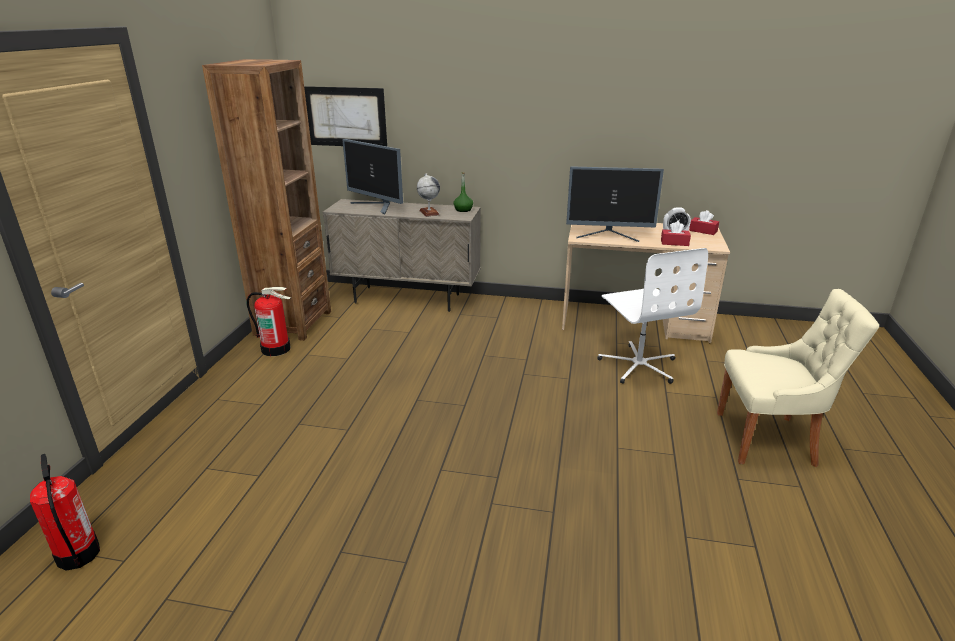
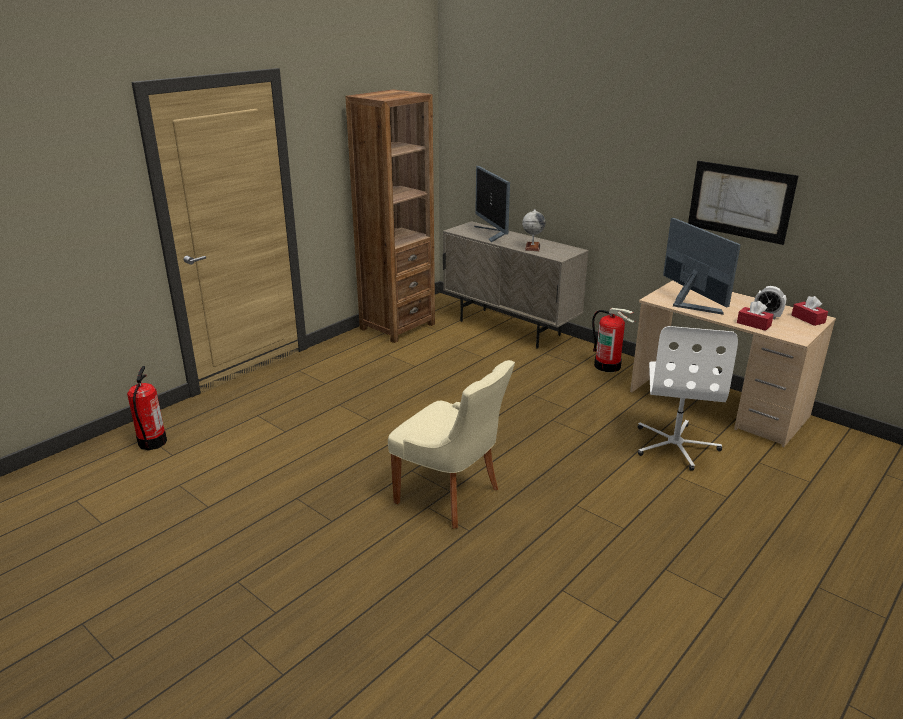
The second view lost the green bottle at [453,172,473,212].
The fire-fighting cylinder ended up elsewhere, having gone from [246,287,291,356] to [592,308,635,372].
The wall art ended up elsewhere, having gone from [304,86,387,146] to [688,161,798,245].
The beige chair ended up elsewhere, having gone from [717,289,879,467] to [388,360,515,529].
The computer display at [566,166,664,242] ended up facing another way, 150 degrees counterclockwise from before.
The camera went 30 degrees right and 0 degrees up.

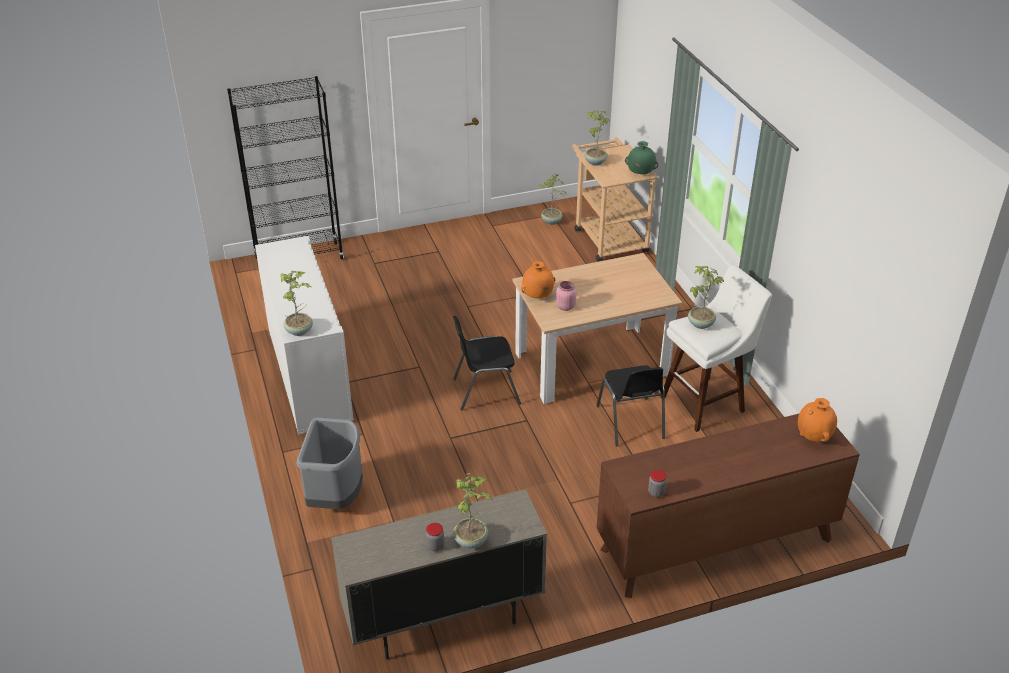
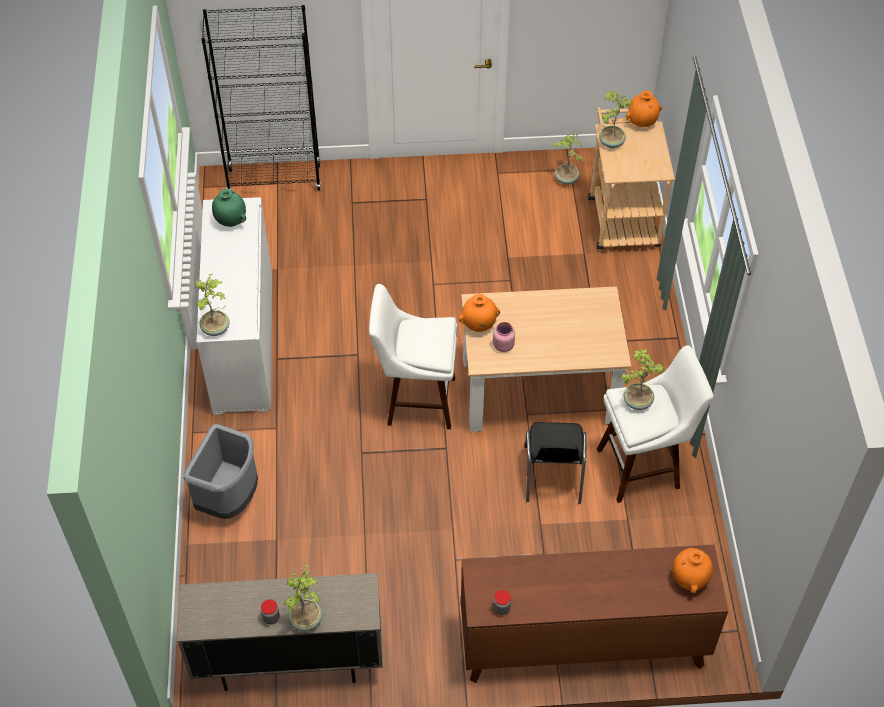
The second view gained the orange-coloured vase at [626,90,662,128].
The green vase ended up elsewhere, having gone from [625,141,658,174] to [212,189,246,227].
Where the black-coloured chair stood at [453,316,521,410], the whitish stool seat came to stand at [369,284,457,429].
The camera went 15 degrees right and 15 degrees up.

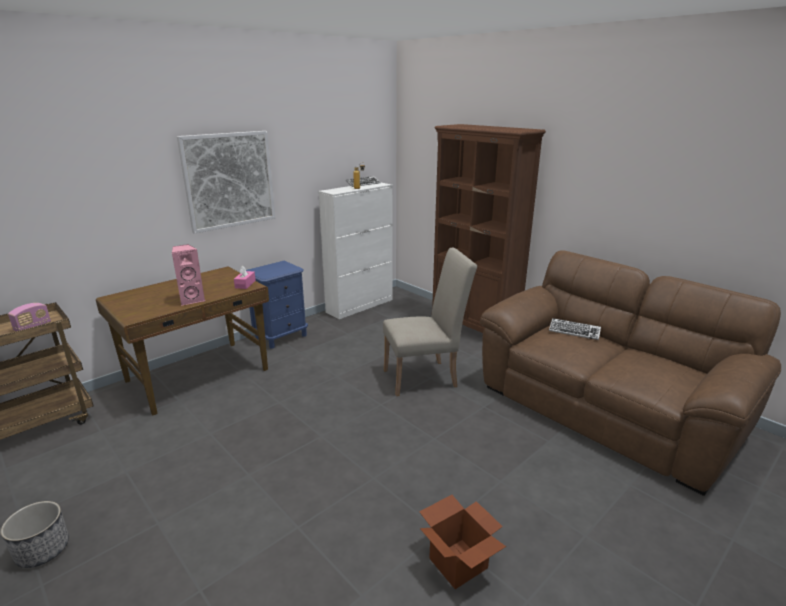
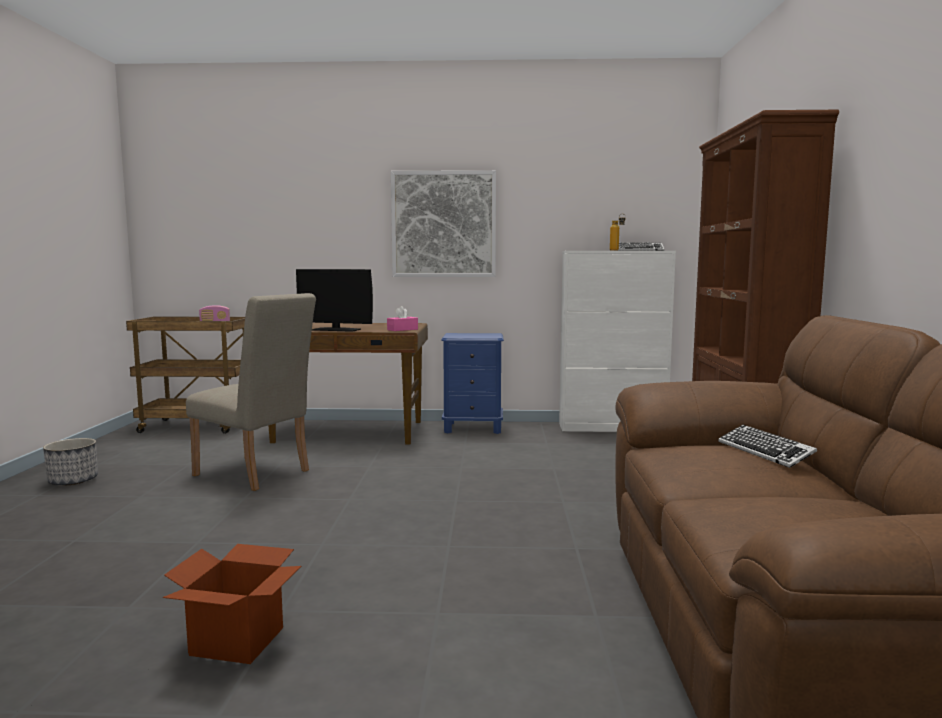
The beige chair ended up elsewhere, having gone from [383,248,477,396] to [186,293,316,491].
Where the pinkish audio speaker stood at [172,244,205,306], the computer display came to stand at [296,269,373,332].
The camera went 45 degrees right and 15 degrees down.

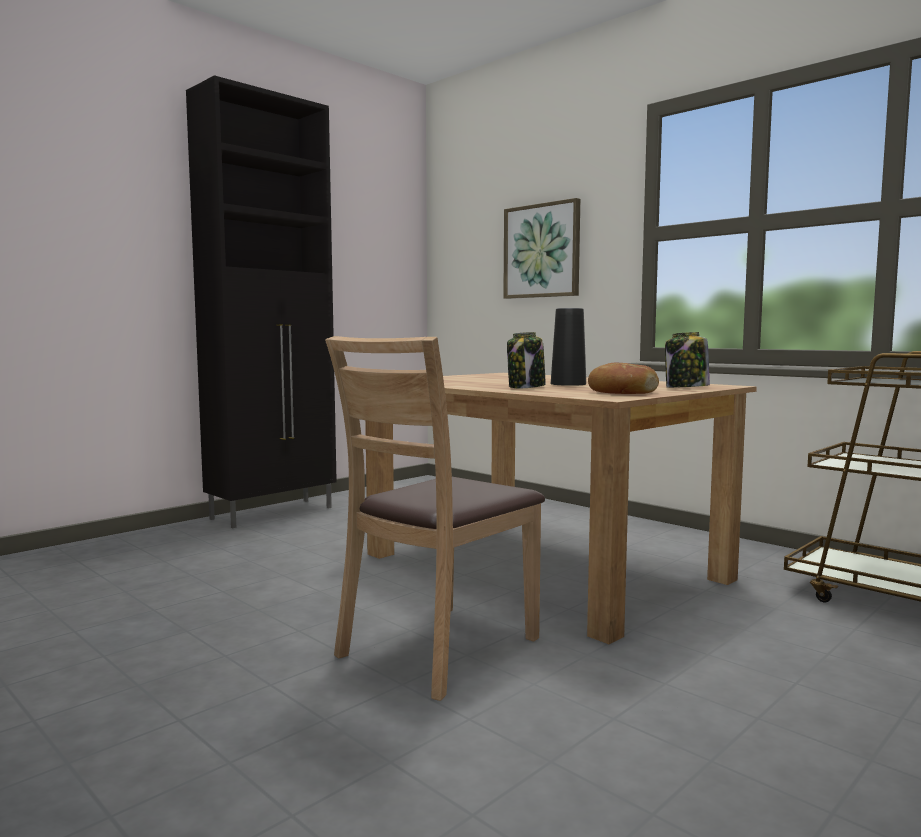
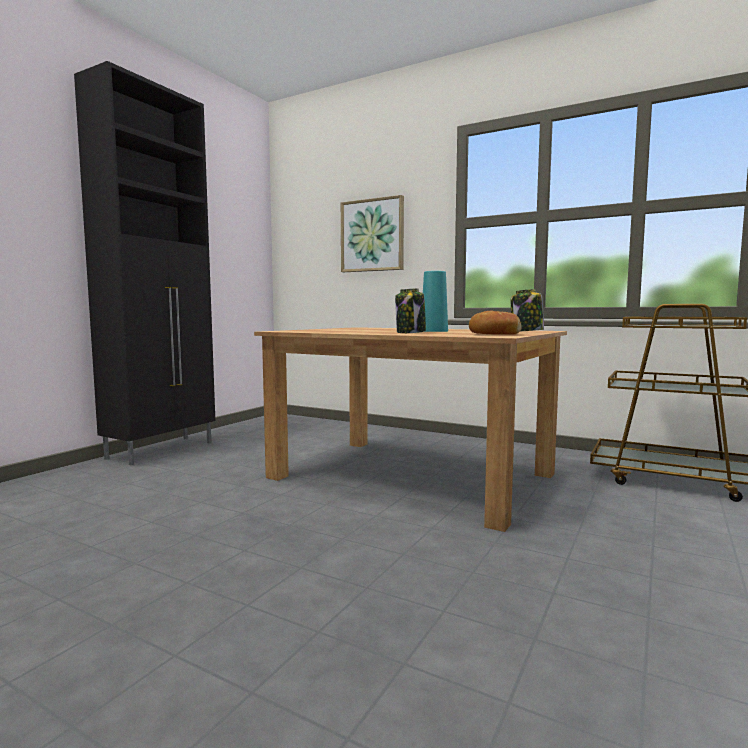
The second view lost the brown chair at [325,336,545,701].
What was the black-coloured vase at [551,308,586,386] turned into the turquoise-coloured vase at [423,271,448,332].
The camera went 15 degrees left and 0 degrees up.

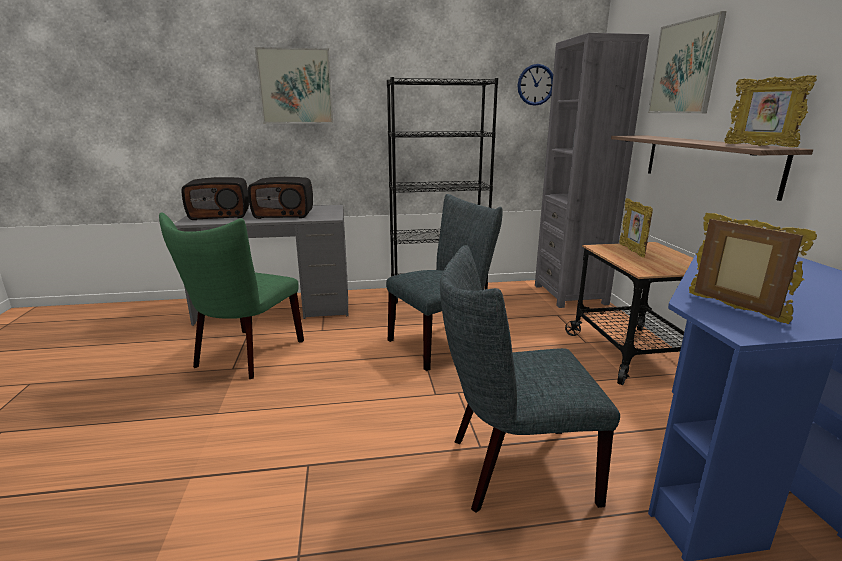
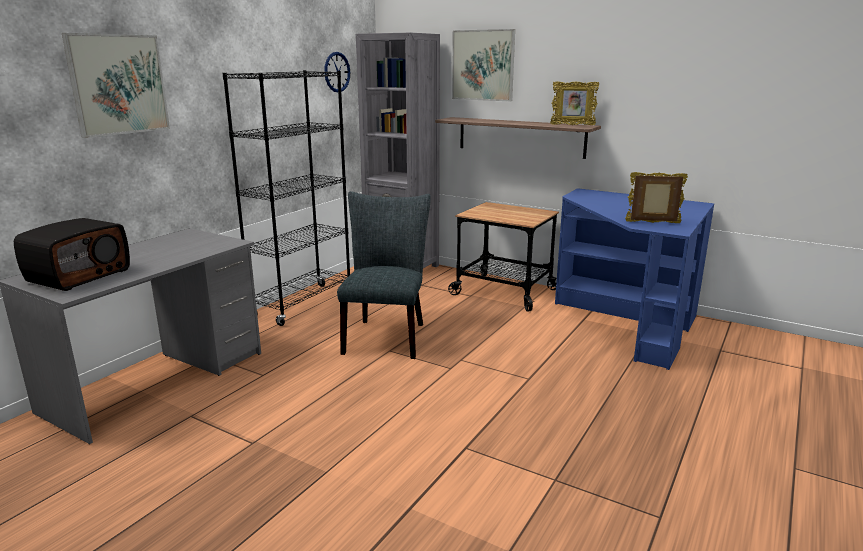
The second view lost the green chair at [159,213,304,379].
The second view lost the radio at [248,177,313,219].
The second view lost the grey chair at [440,245,620,513].
The second view lost the standing frame at [619,198,653,258].
The camera went 50 degrees left and 0 degrees up.

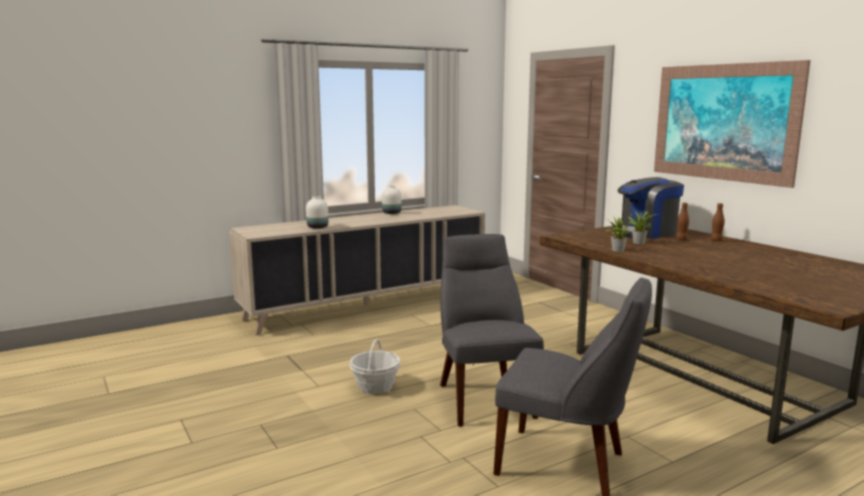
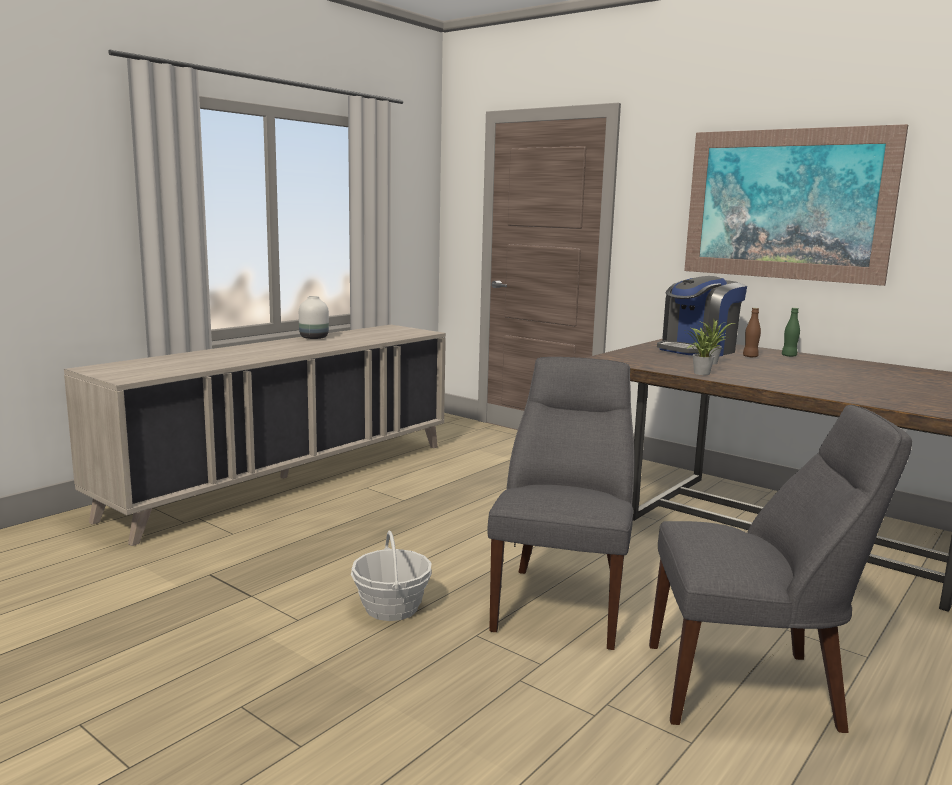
The second view lost the whitish vase at [306,196,329,229].
What was the brown bottle at [710,203,725,241] turned into the green bottle at [782,308,800,357].
The grey chair at [440,234,544,427] ended up facing another way, 45 degrees clockwise from before.
The camera went 20 degrees left and 0 degrees up.

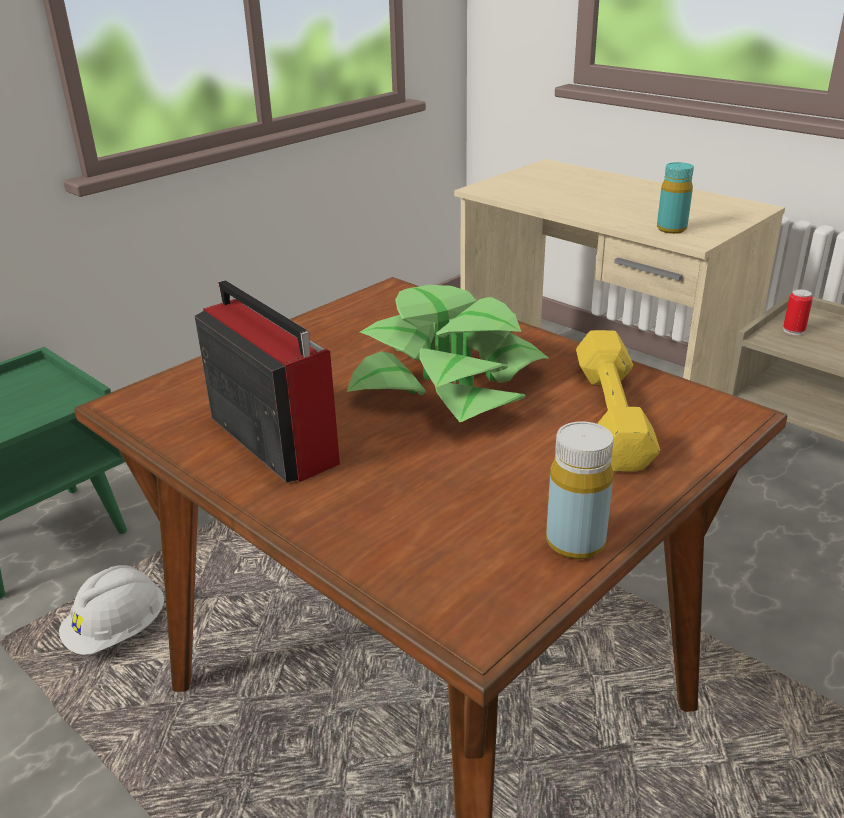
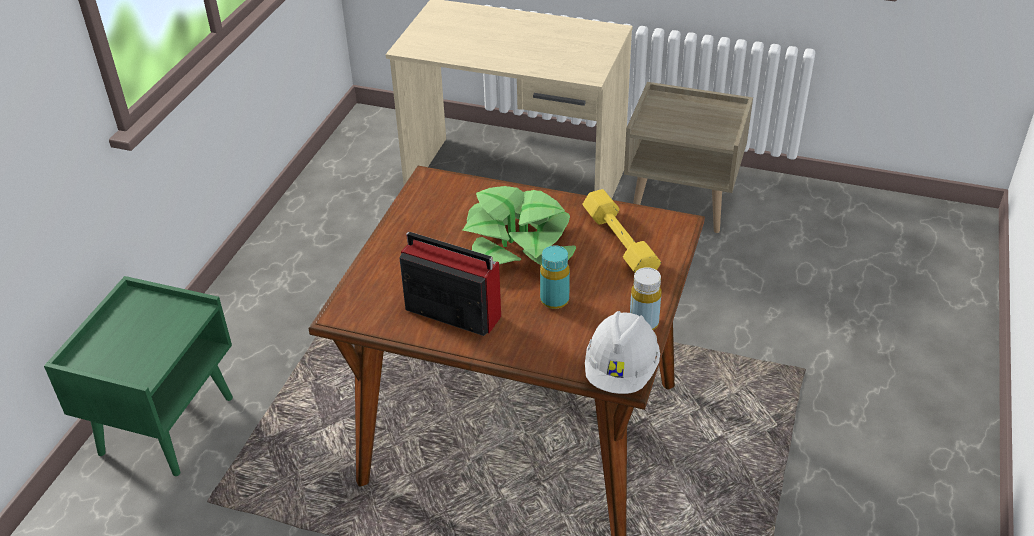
The second view lost the can at [783,289,813,335].
The whitish safety helmet ended up elsewhere, having gone from [59,565,164,655] to [585,311,660,394].
The turquoise-coloured bottle ended up elsewhere, having gone from [657,162,694,234] to [540,245,570,309].
The camera went 25 degrees left and 10 degrees up.

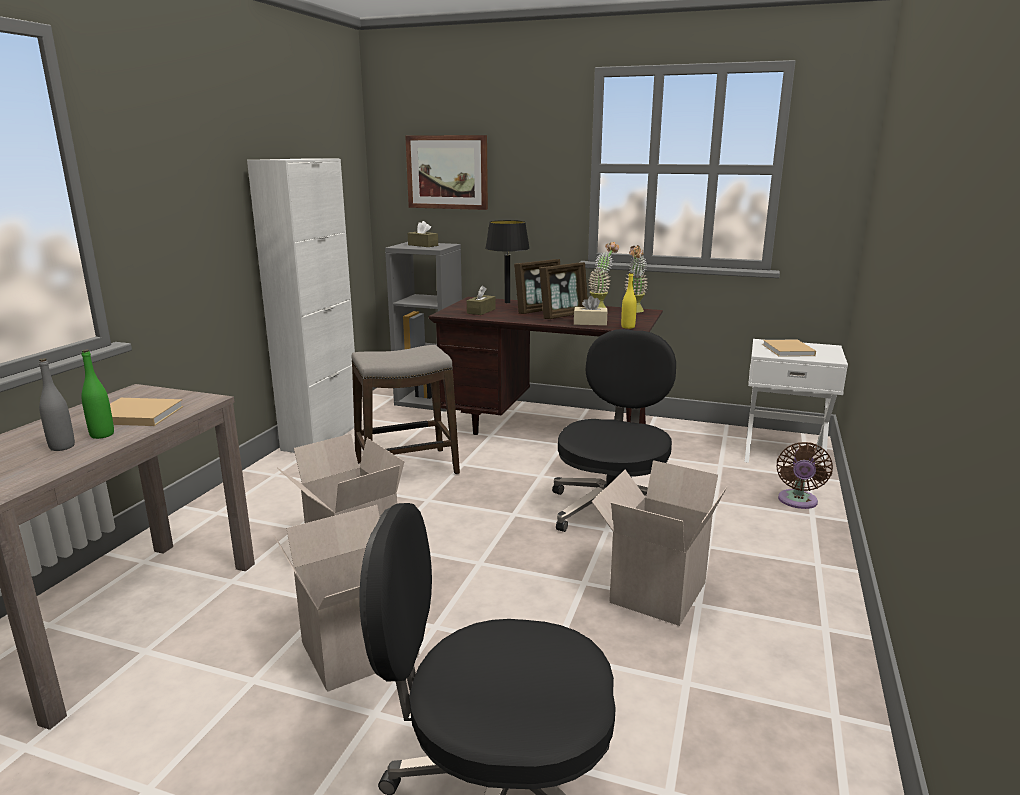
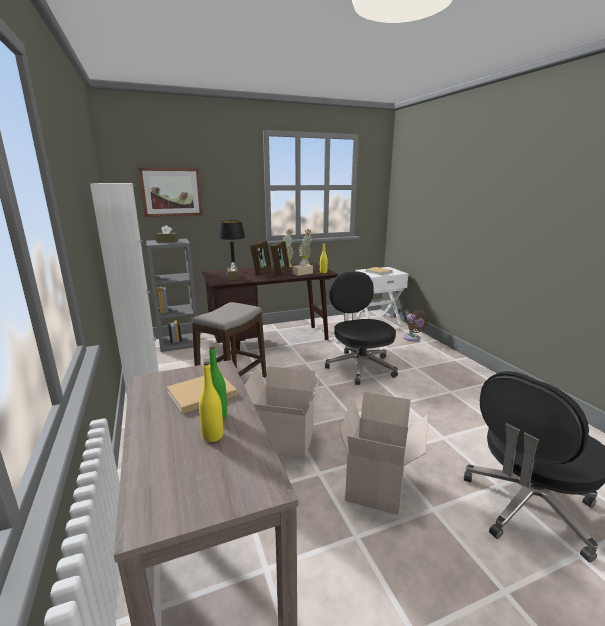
The second view lost the cardboard box at [591,460,728,626].
What was the grey bottle at [39,358,75,451] turned into the yellow-coloured bottle at [199,361,223,442].
The camera went 40 degrees left and 0 degrees up.

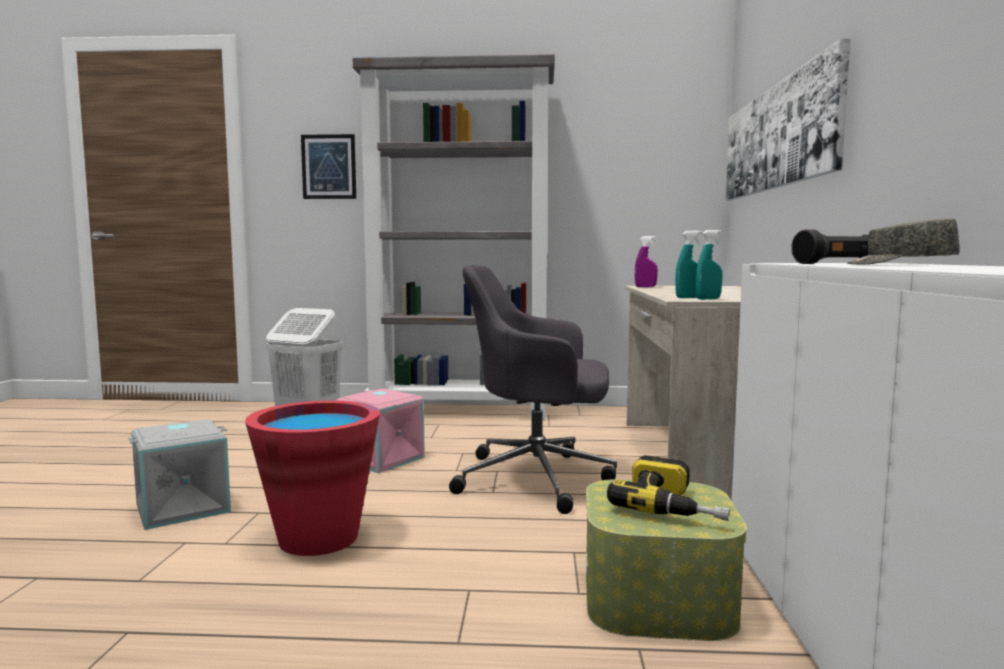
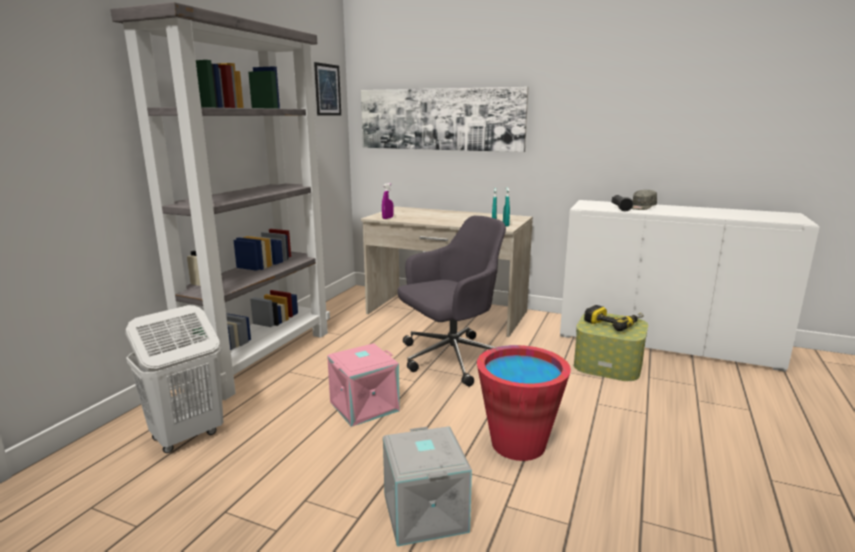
The wall art ended up elsewhere, having gone from [301,134,356,199] to [314,62,341,116].
The grey computer chair at [449,265,617,514] ended up facing another way, 150 degrees counterclockwise from before.
The camera went 70 degrees left and 10 degrees up.

